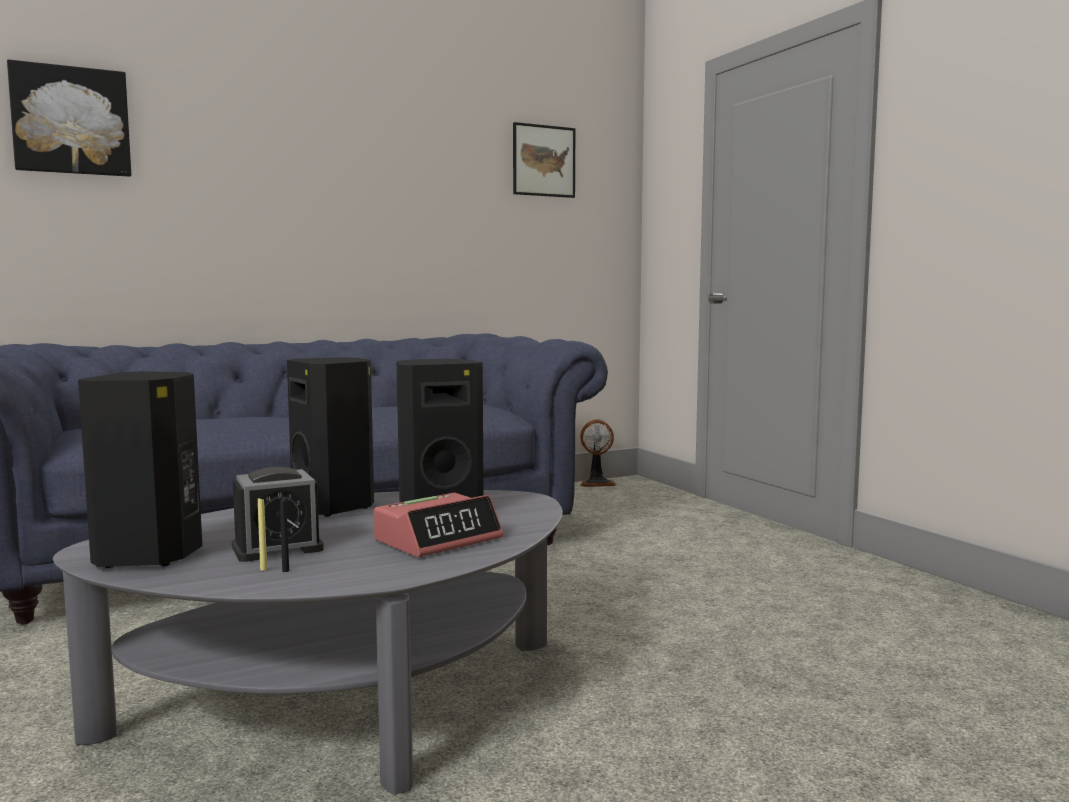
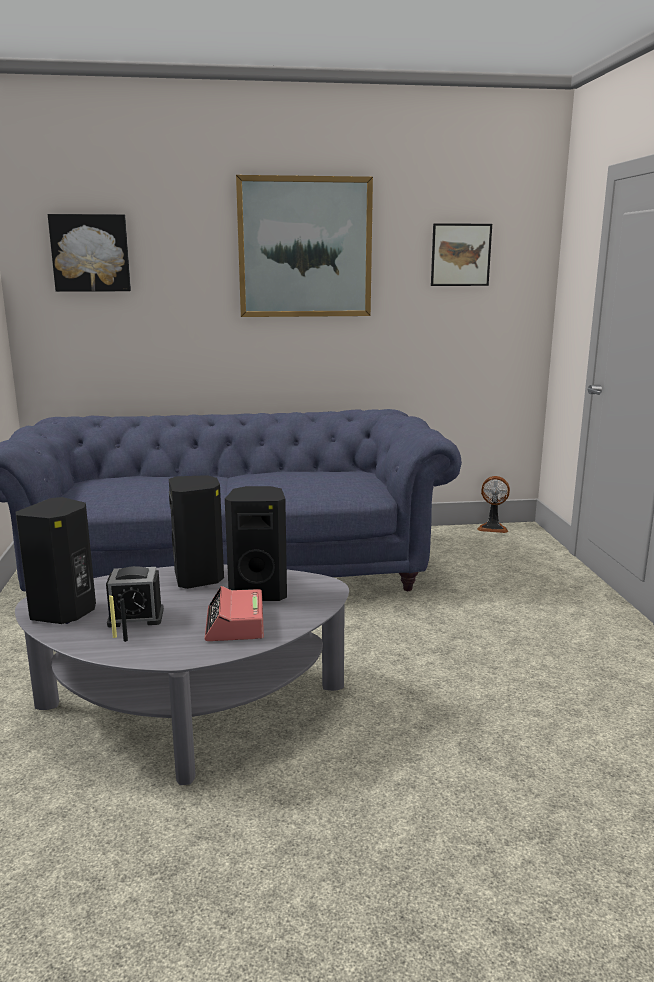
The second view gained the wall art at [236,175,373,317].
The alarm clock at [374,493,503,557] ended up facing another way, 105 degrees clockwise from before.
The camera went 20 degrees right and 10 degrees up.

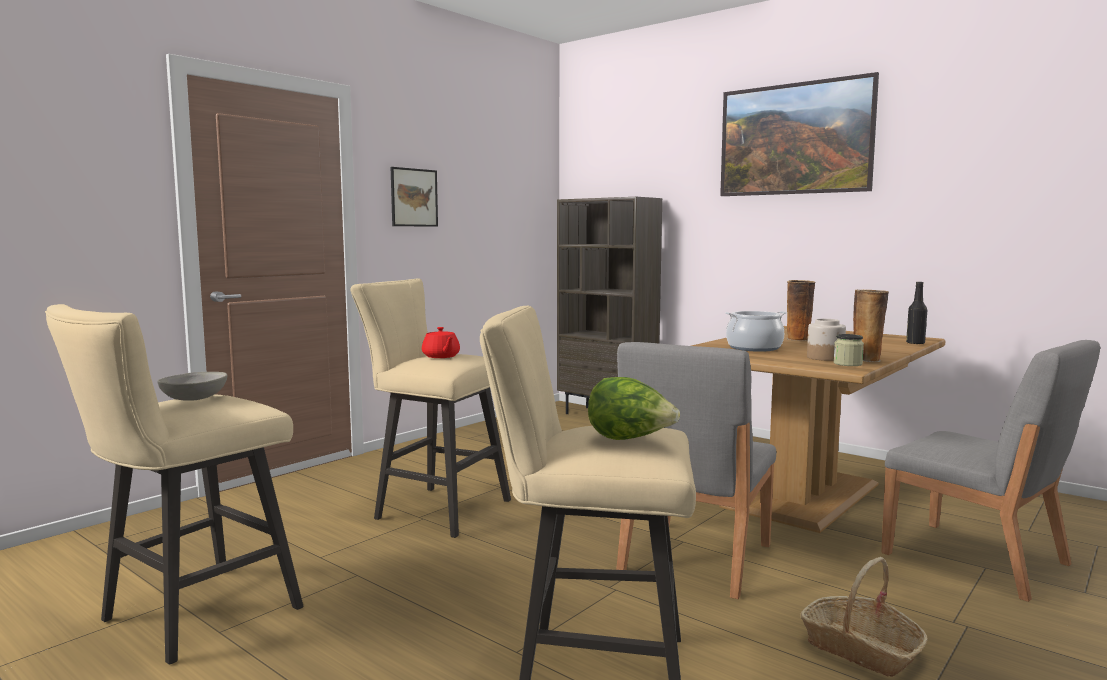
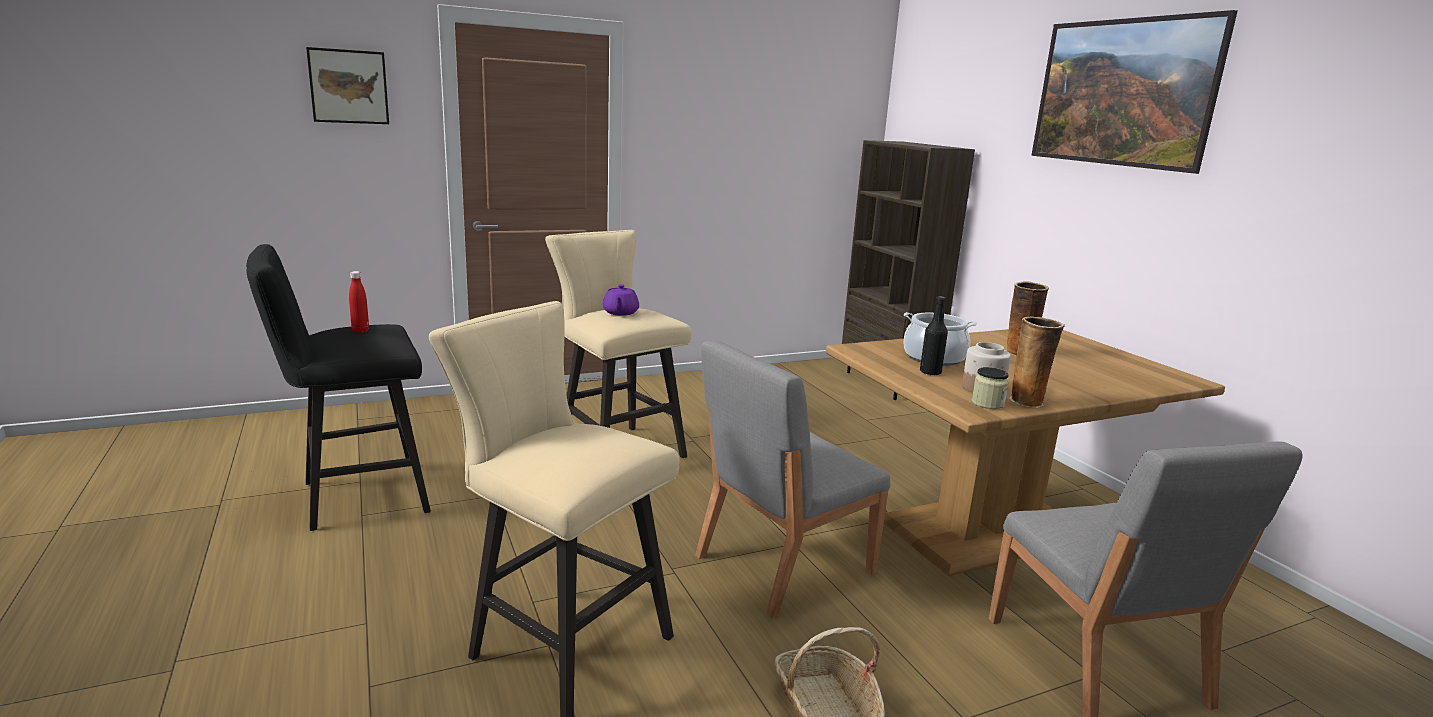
The second view lost the head of lettuce at [588,377,680,440].
The wall art ended up elsewhere, having gone from [391,167,438,227] to [306,47,389,124].
The black-coloured bottle ended up elsewhere, having gone from [906,282,927,344] to [920,296,948,375].
Where the grey bowl stood at [157,372,228,401], the red-coloured bottle came to stand at [349,271,369,333].
What was the beige stool seat at [45,304,303,665] turned into the black-coloured stool seat at [246,244,431,531].
What was the red-coloured pot for tea at [422,327,460,358] turned into the purple pot for tea at [603,284,639,316].
The camera went 25 degrees right and 10 degrees up.

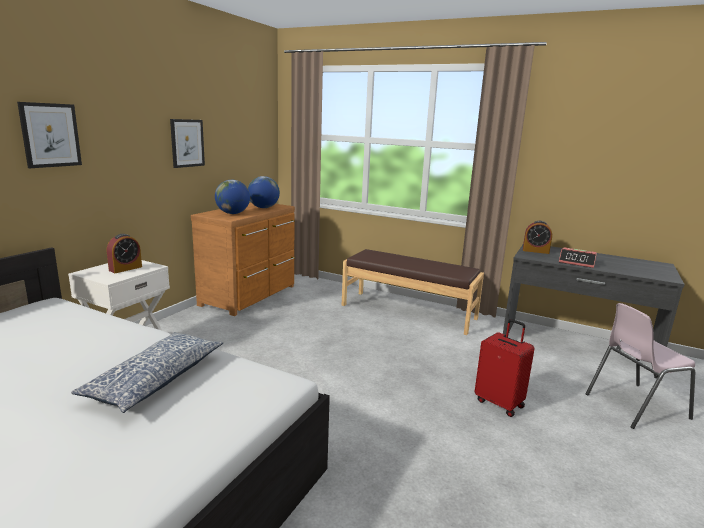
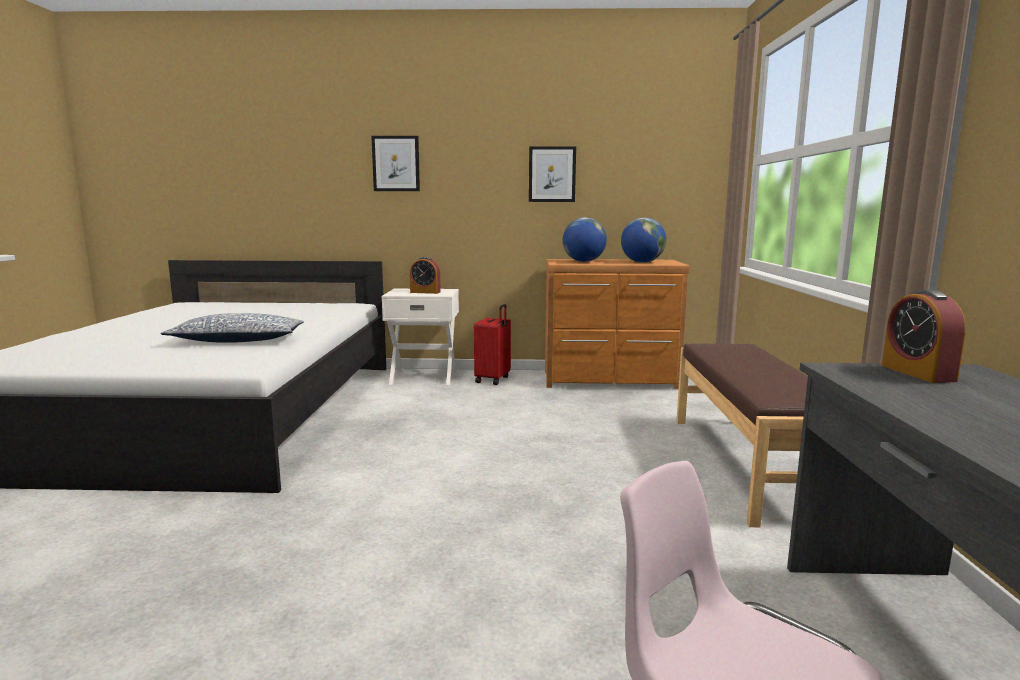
The second view lost the alarm clock at [559,247,597,268].
The red-coloured piece of luggage ended up elsewhere, having gone from [475,319,535,417] to [474,304,511,385].
The camera went 65 degrees right and 5 degrees down.

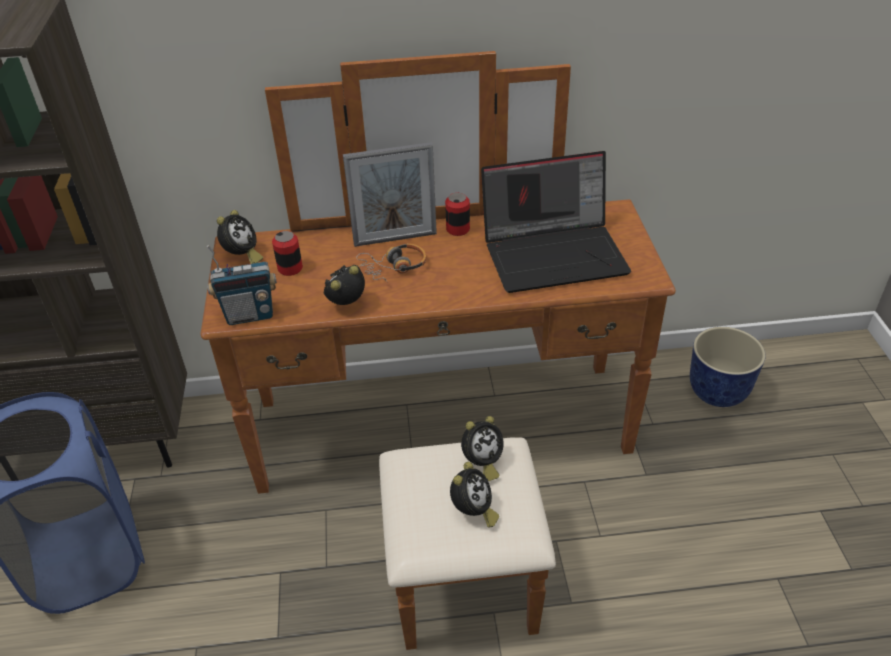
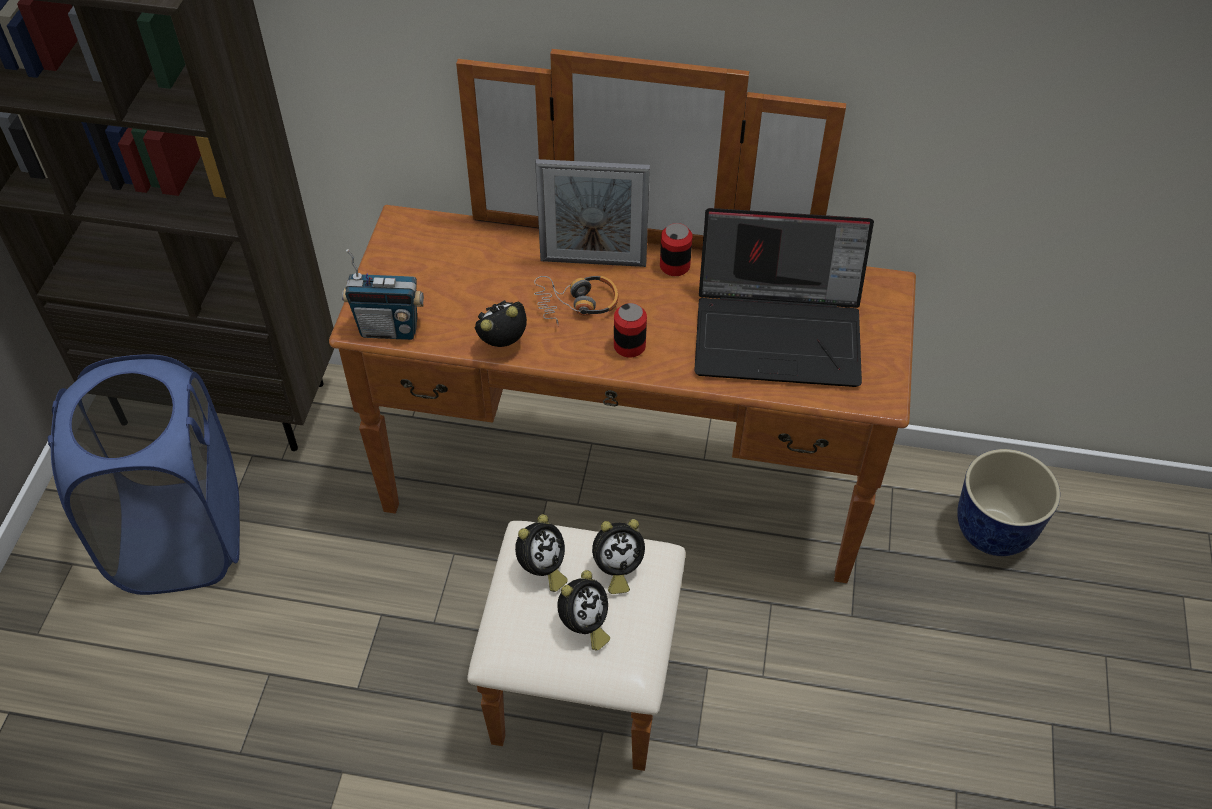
The alarm clock ended up elsewhere, having gone from [217,210,263,264] to [515,514,568,592].
The can ended up elsewhere, having gone from [272,231,303,276] to [614,303,647,358].
The camera went 15 degrees right and 10 degrees up.

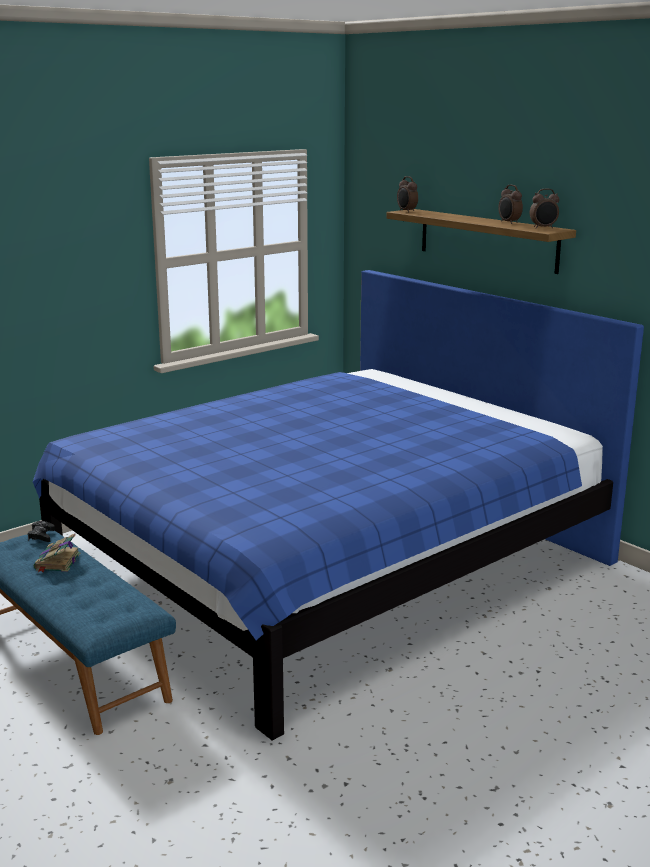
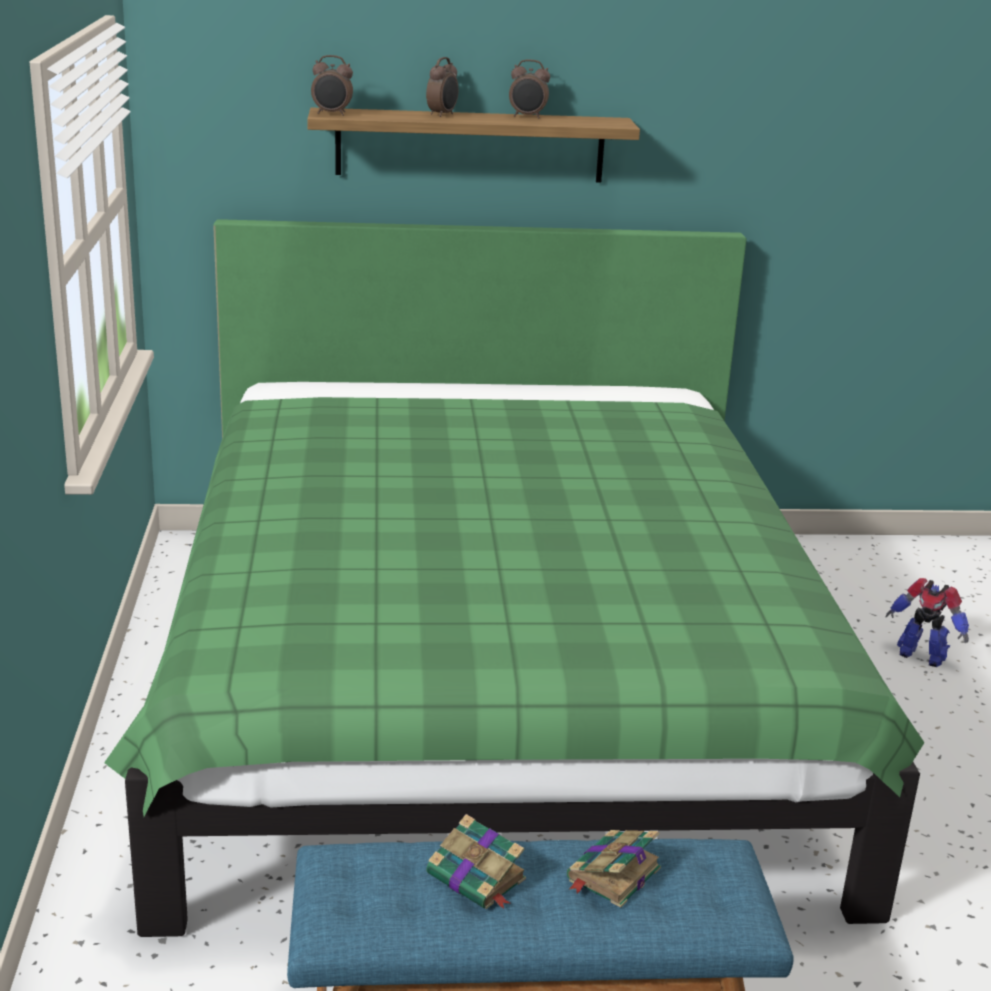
The second view lost the black-coloured gamepad at [28,521,55,542].
The second view gained the bound book at [567,830,661,908].
The second view gained the toy robot at [886,578,969,667].
The alarm clock ended up elsewhere, having gone from [530,189,559,229] to [426,57,458,117].
What was the blue sleeping bed at [33,270,644,740] turned into the green sleeping bed at [104,219,924,937].
The camera went 55 degrees left and 5 degrees up.

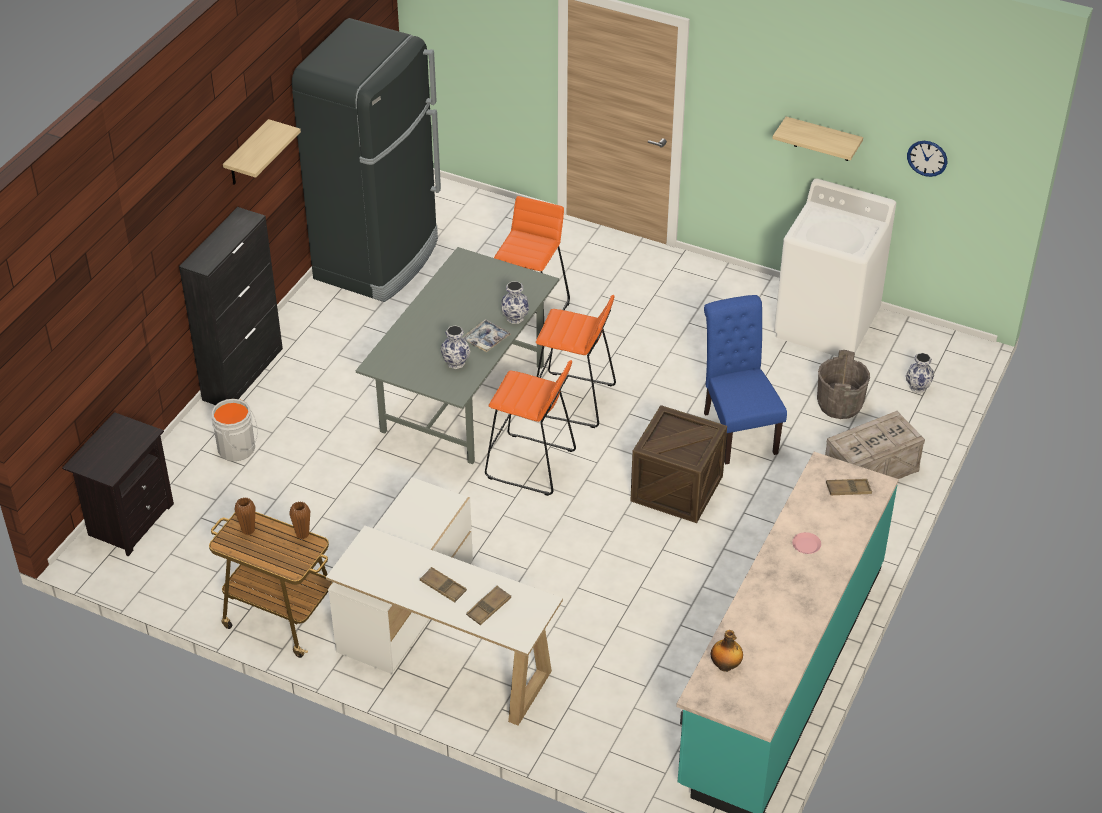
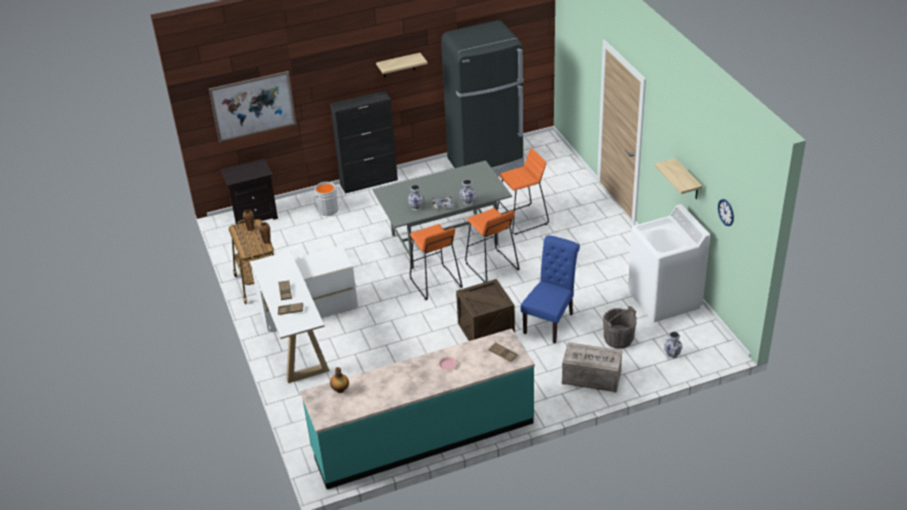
The second view gained the wall art at [209,71,296,142].
The camera went 45 degrees right and 5 degrees down.

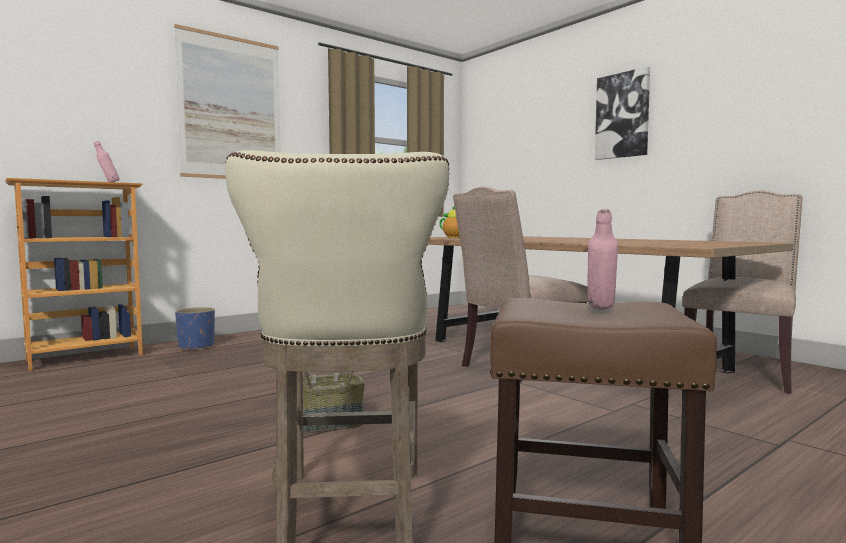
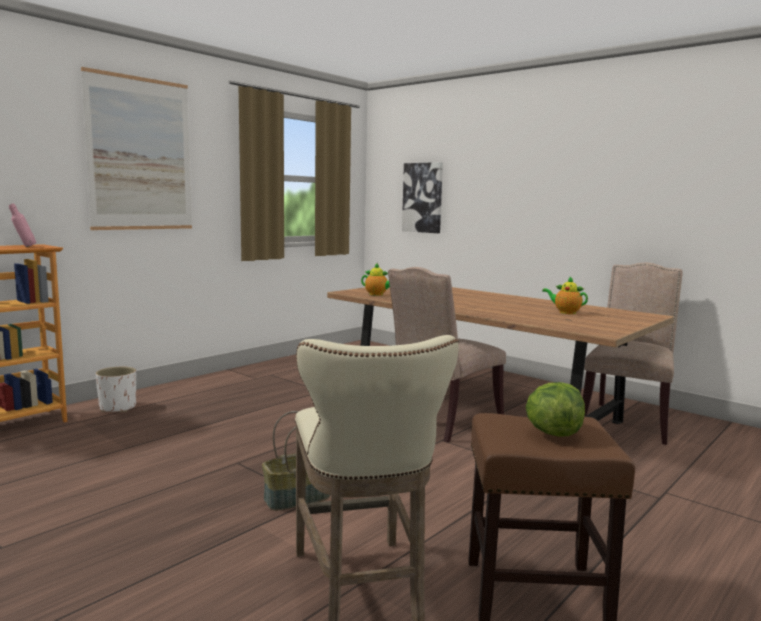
The second view gained the pot for tea at [542,277,588,314].
The wall art ended up elsewhere, having gone from [595,66,650,160] to [402,162,443,233].
Where the pinkish bottle stood at [587,209,618,310], the head of lettuce came to stand at [526,382,585,437].
What was the blue planter at [175,307,215,350] turned into the whitish planter at [96,367,136,412].
The camera went 10 degrees left and 5 degrees up.

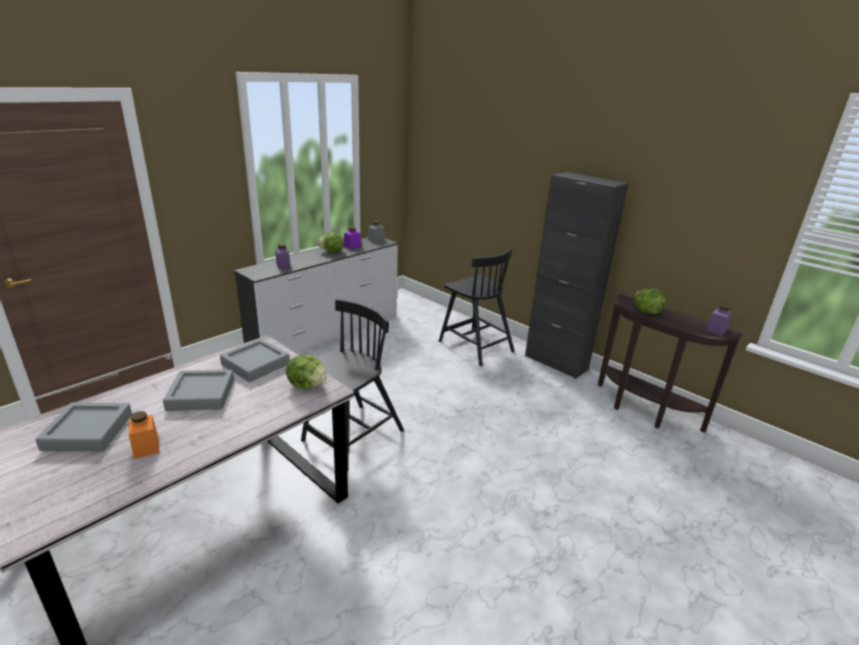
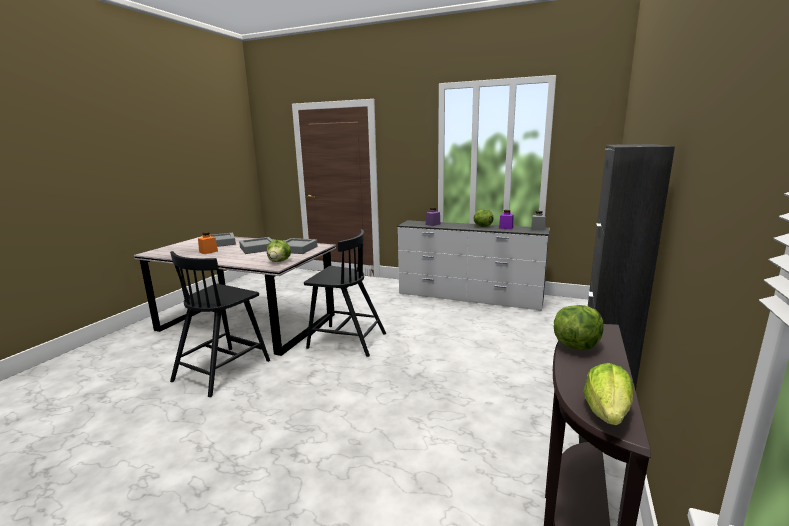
The black-coloured chair ended up elsewhere, having gone from [439,248,514,366] to [170,251,270,397].
Where the purple jar stood at [706,304,733,336], the head of lettuce came to stand at [584,363,634,425].
The camera went 70 degrees right and 10 degrees down.

